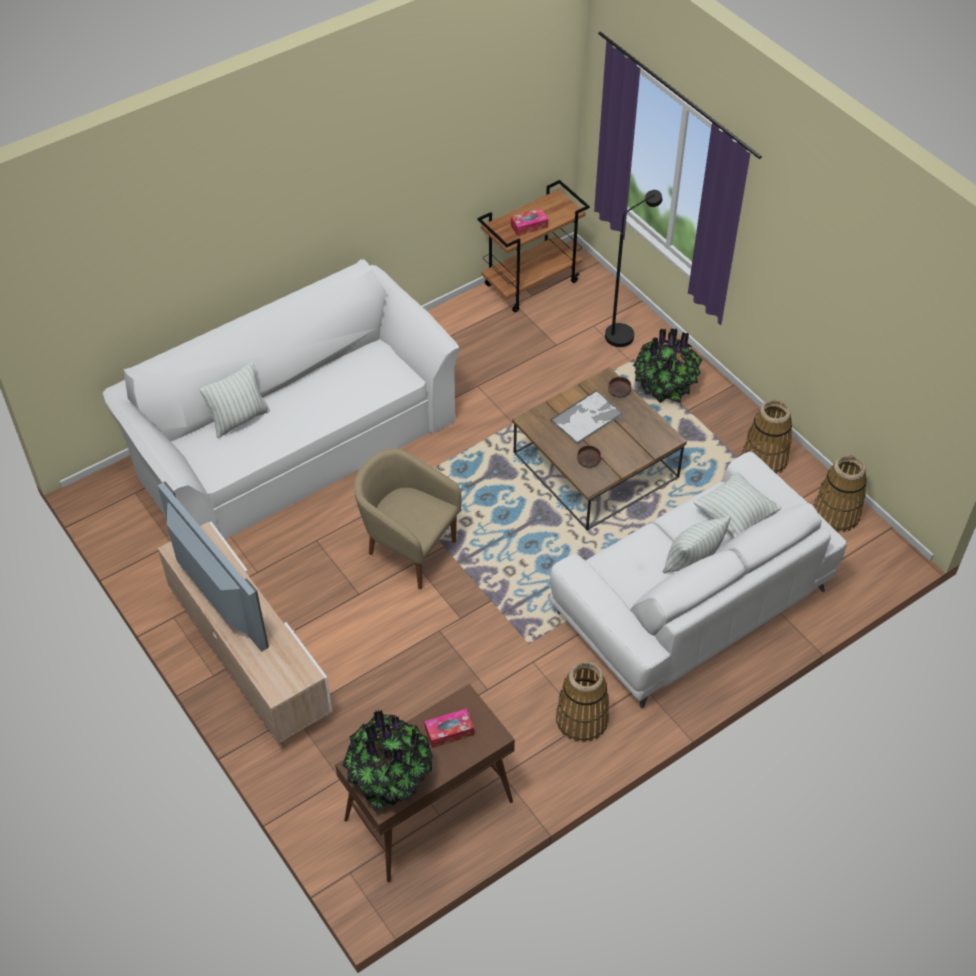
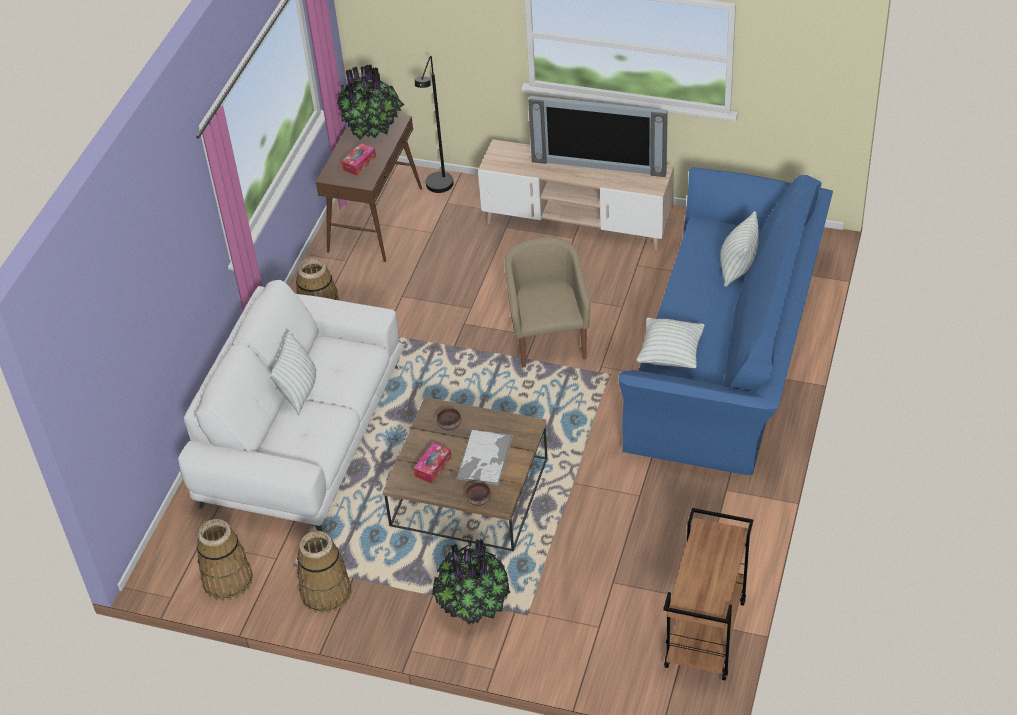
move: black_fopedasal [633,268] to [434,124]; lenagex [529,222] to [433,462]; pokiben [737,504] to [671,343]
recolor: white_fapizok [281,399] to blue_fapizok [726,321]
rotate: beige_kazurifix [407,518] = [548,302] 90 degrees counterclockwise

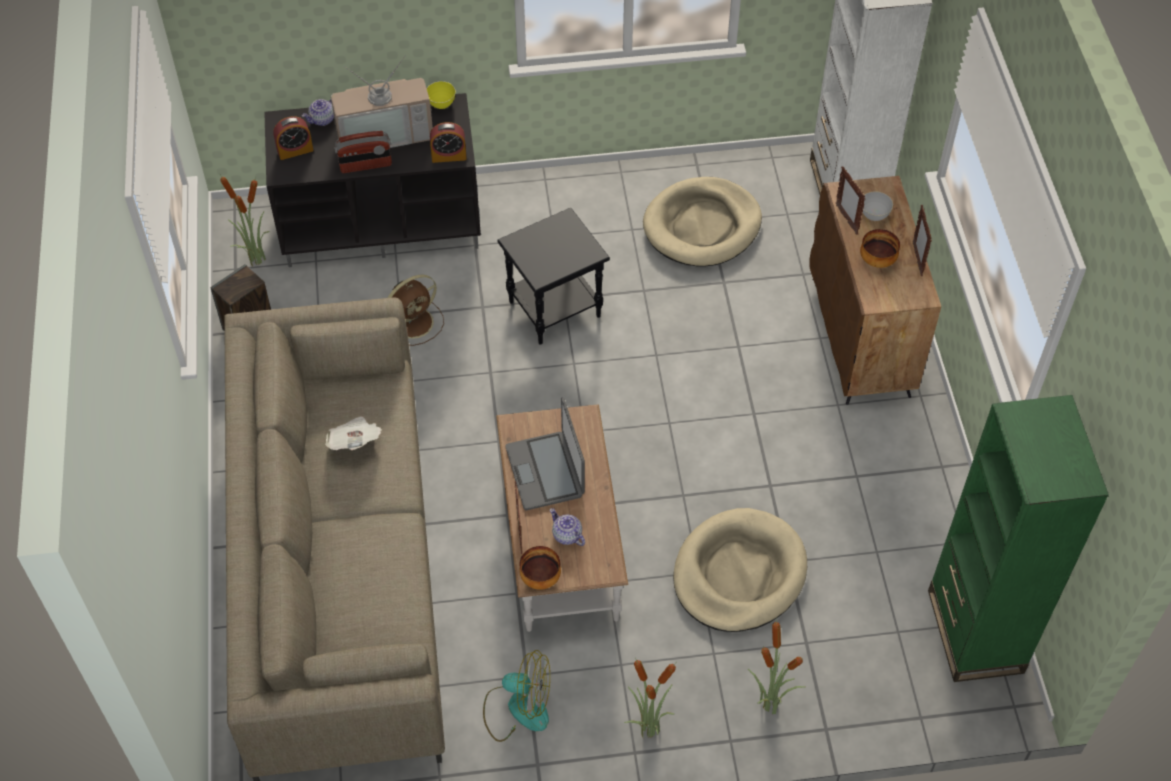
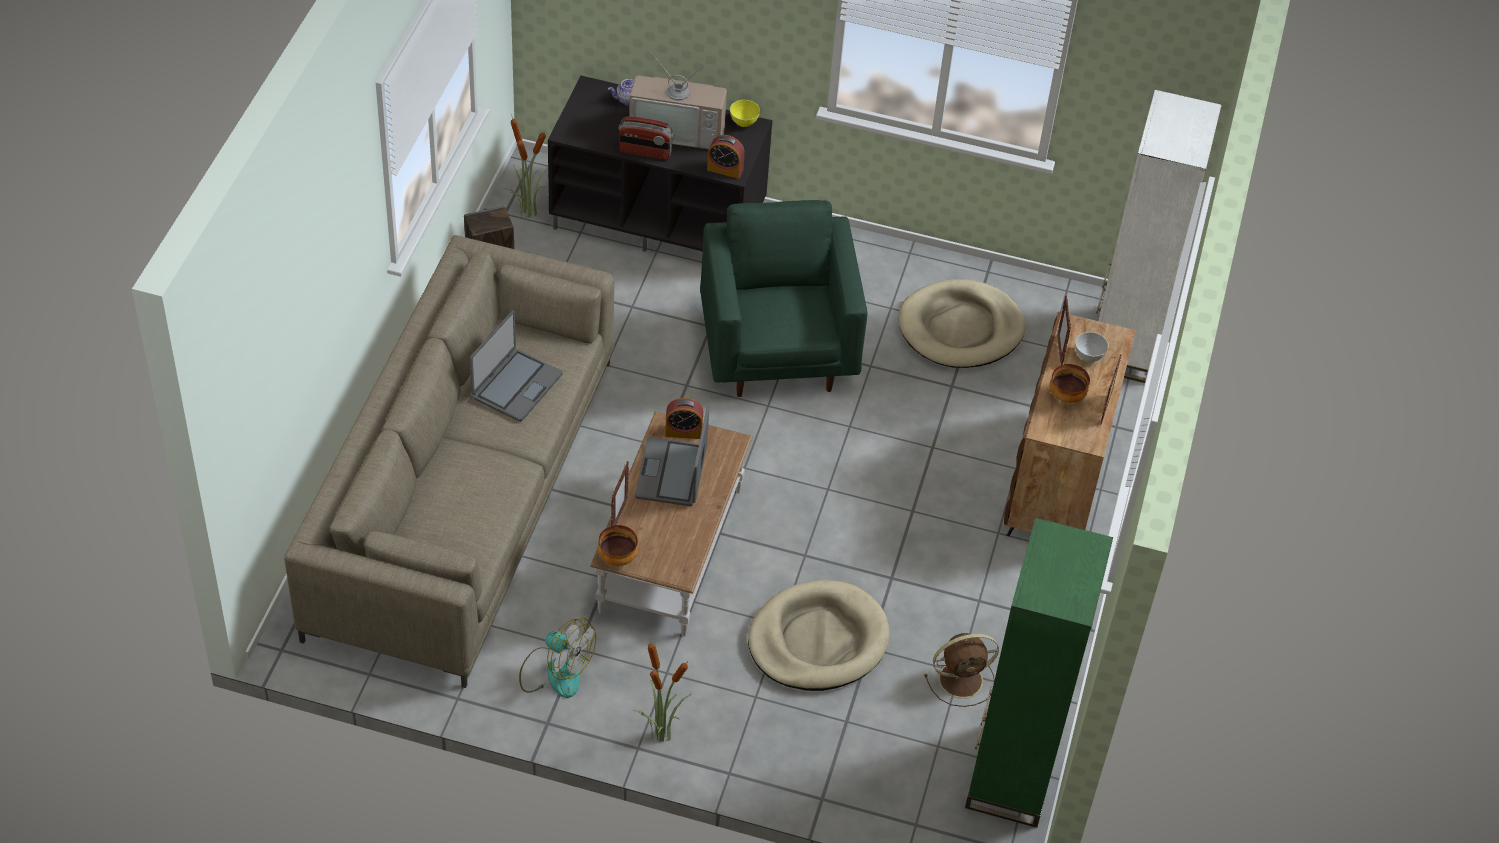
delete: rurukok [567,527]; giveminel [777,668]
move: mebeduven [293,138] to [684,418]; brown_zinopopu [416,310] to [961,670]
replace: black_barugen [553,276] to green_kazurifix [784,298]; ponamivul [353,433] to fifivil [516,366]

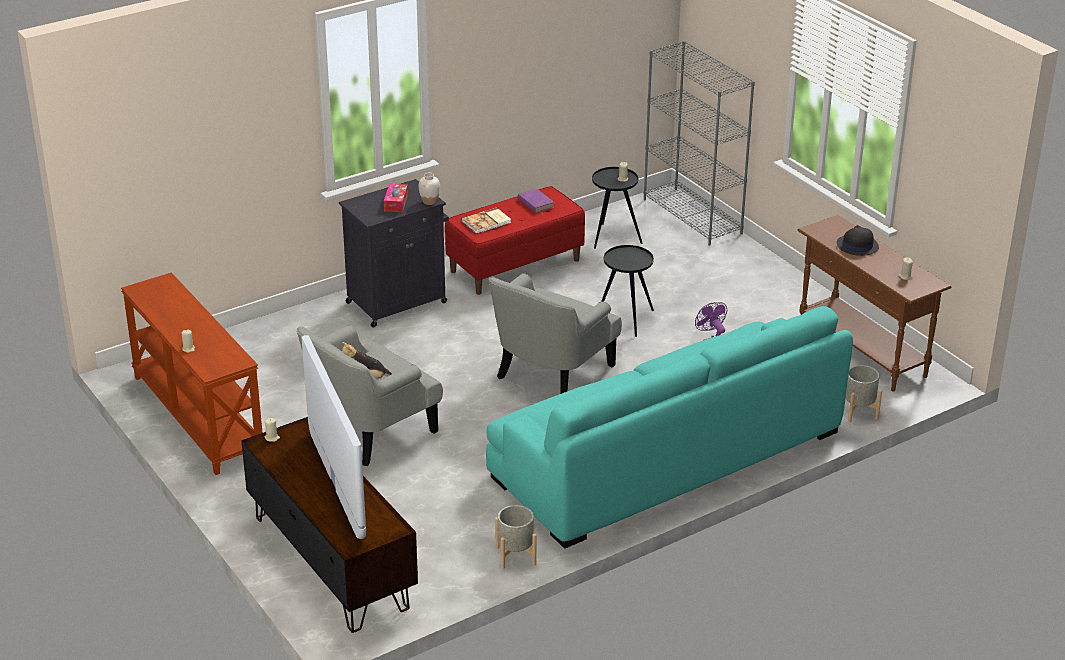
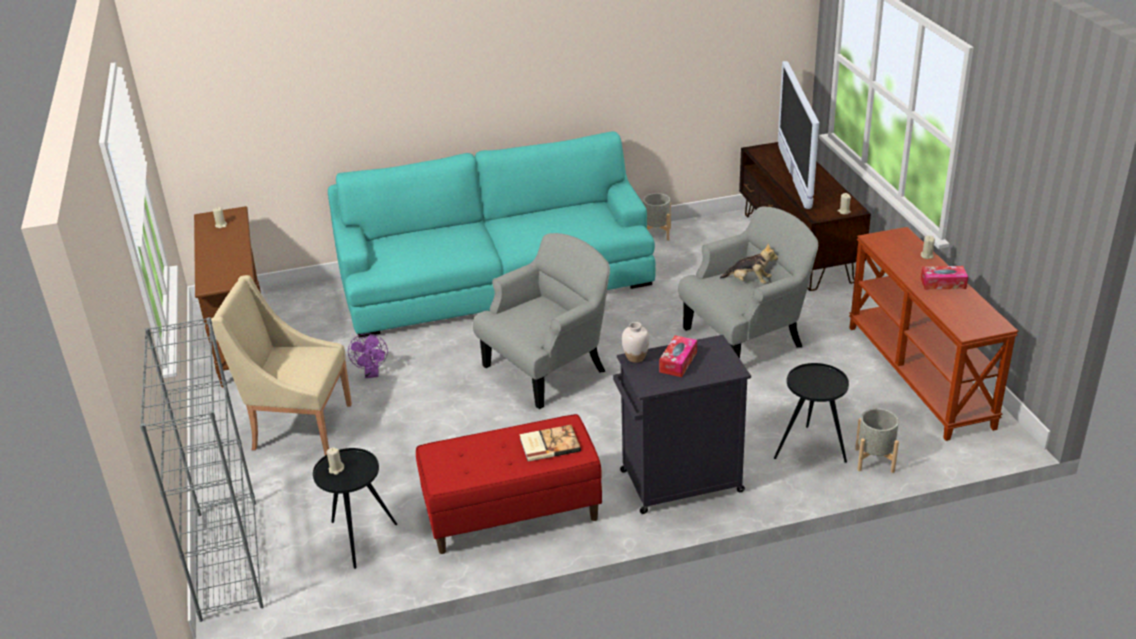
delete: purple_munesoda [536,201]; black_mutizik [858,240]
insert: lenagex [944,278]; beige_kazurifix [281,365]
move: black_barugen [628,291] to [811,413]; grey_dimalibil [864,393] to [877,440]

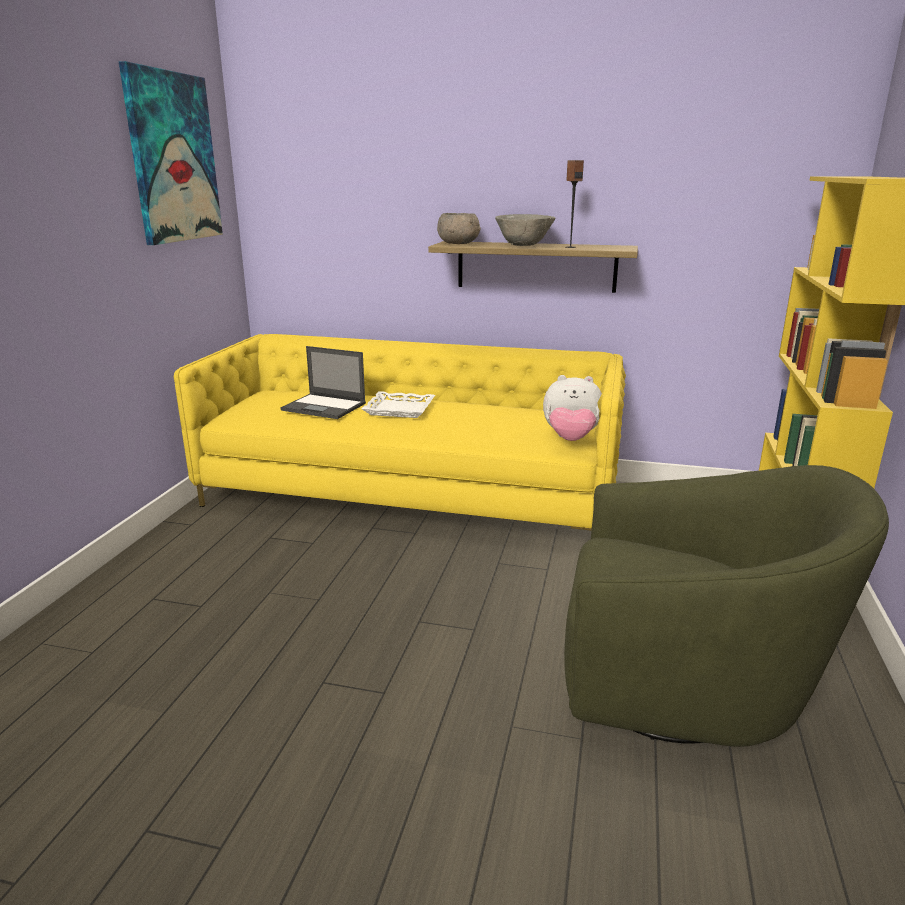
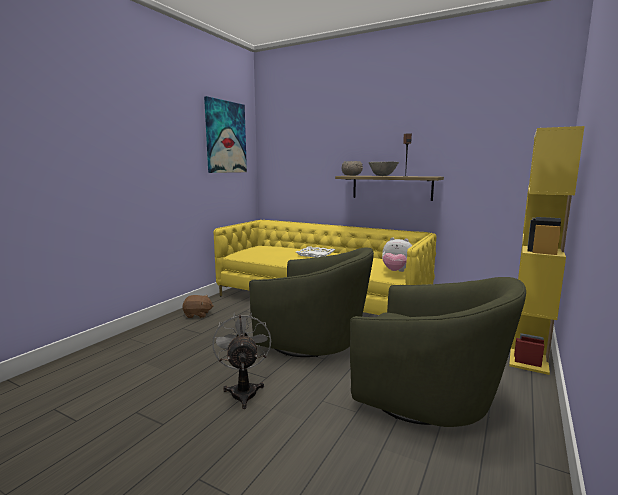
delete: fifivil [323,382]
insert: green_kazurifix [311,302]; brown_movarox [198,306]; grey_zinopopu [241,361]

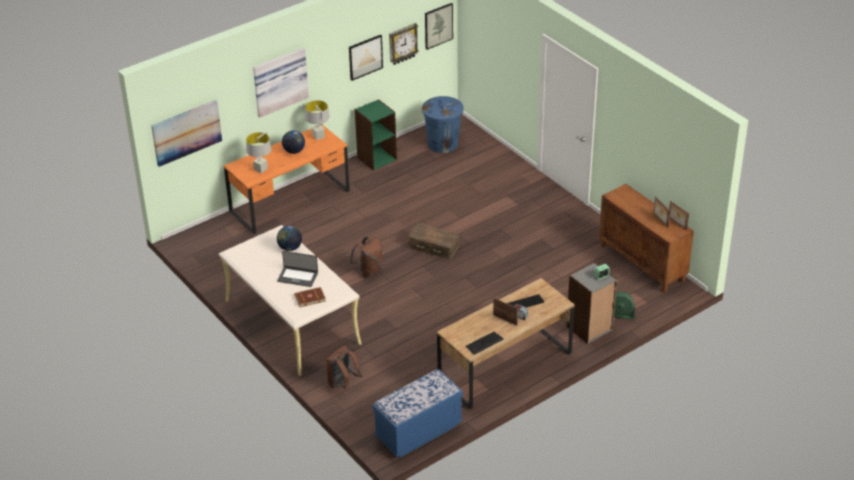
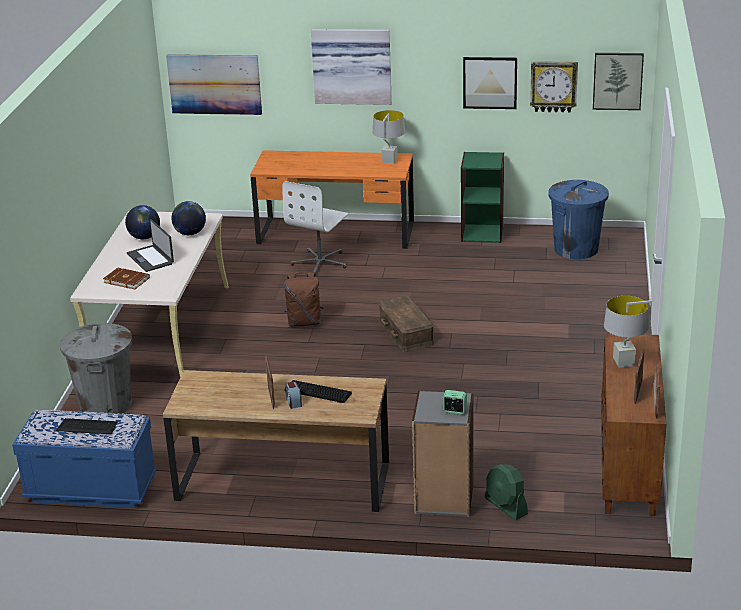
insert: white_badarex [315,227]
move: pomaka [293,142] to [142,222]; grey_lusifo [258,152] to [628,332]; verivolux [484,343] to [87,426]
replace: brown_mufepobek [344,367] to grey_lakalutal [96,368]

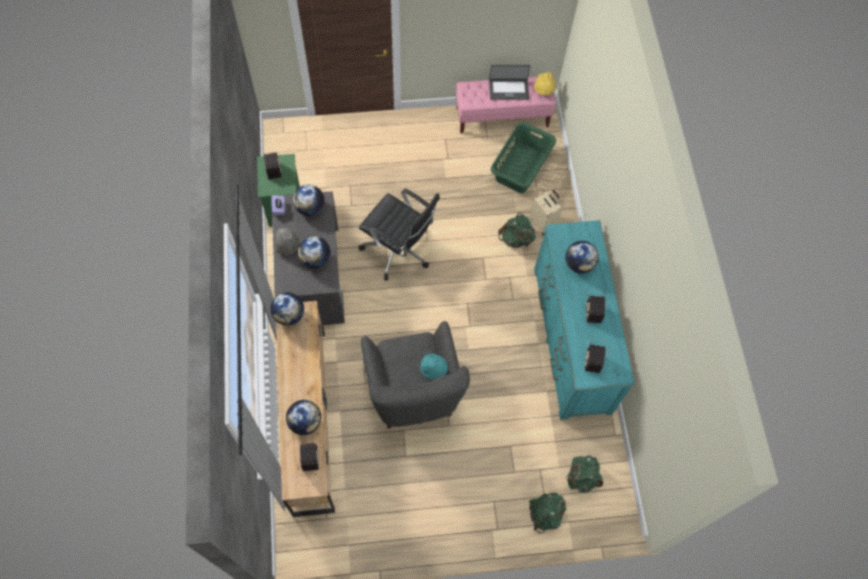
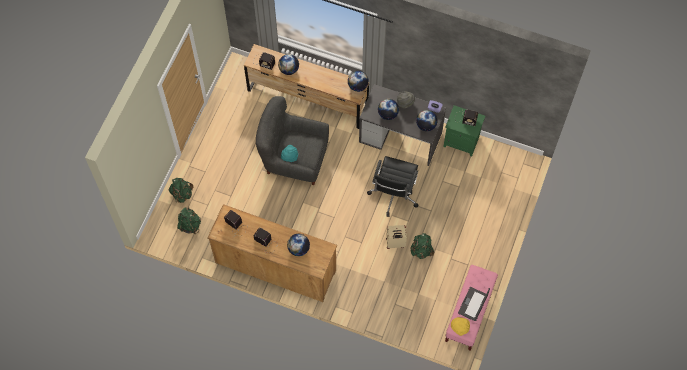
delete: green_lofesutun [523,157]
move: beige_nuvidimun [546,212] to [396,237]; green_mufepobek [517,230] to [422,246]
recolor: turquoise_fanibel [584,320] to brown_fanibel [272,253]
rotate: black_badarex [399,234] = [393,186] 45 degrees counterclockwise

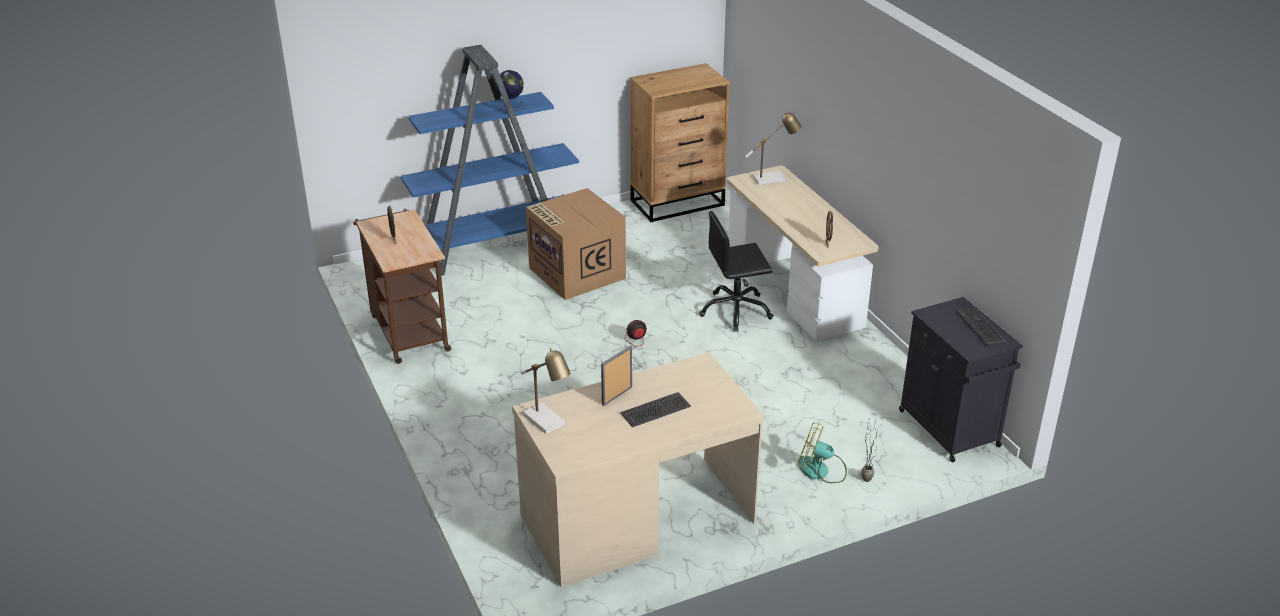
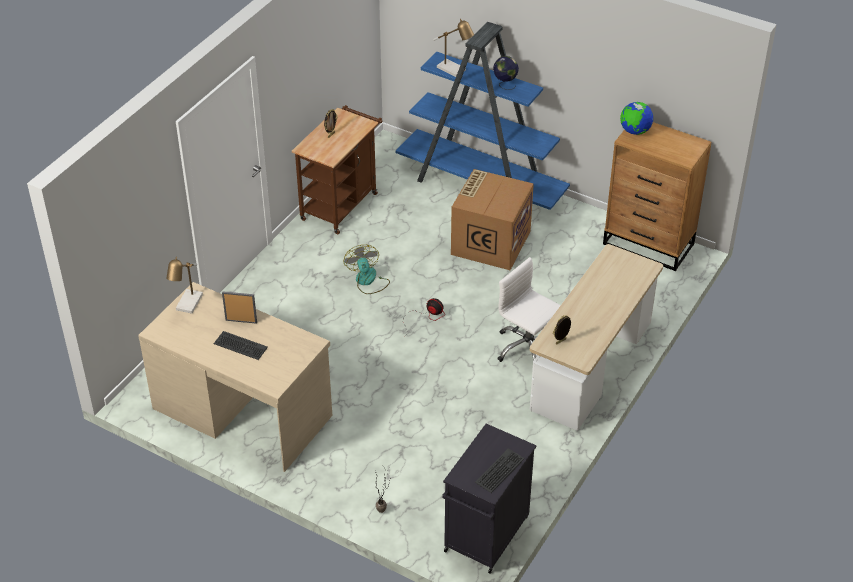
insert: pomaka [636,118]
move: lusifo [773,148] to [453,48]; zinopopu [822,453] to [366,269]
recolor: black_badarex [736,271] to white_badarex [529,309]

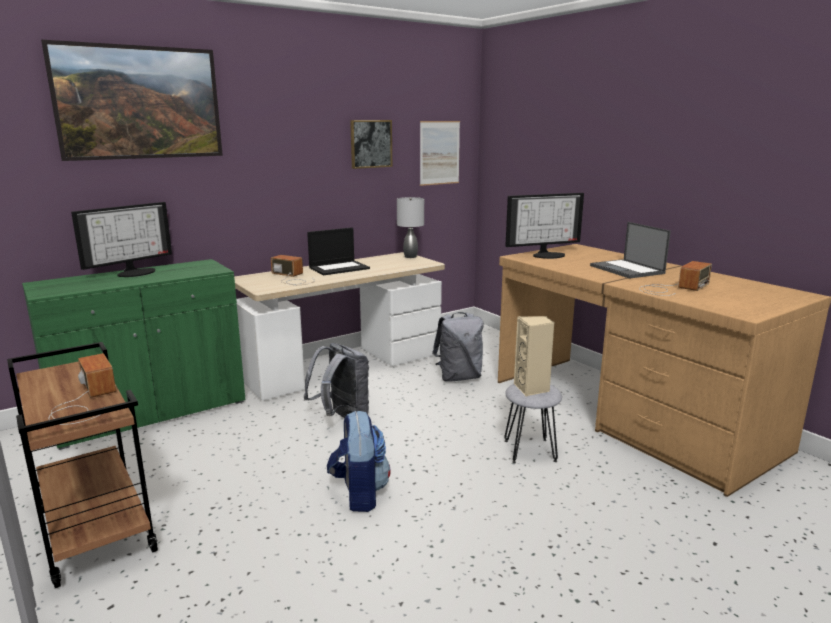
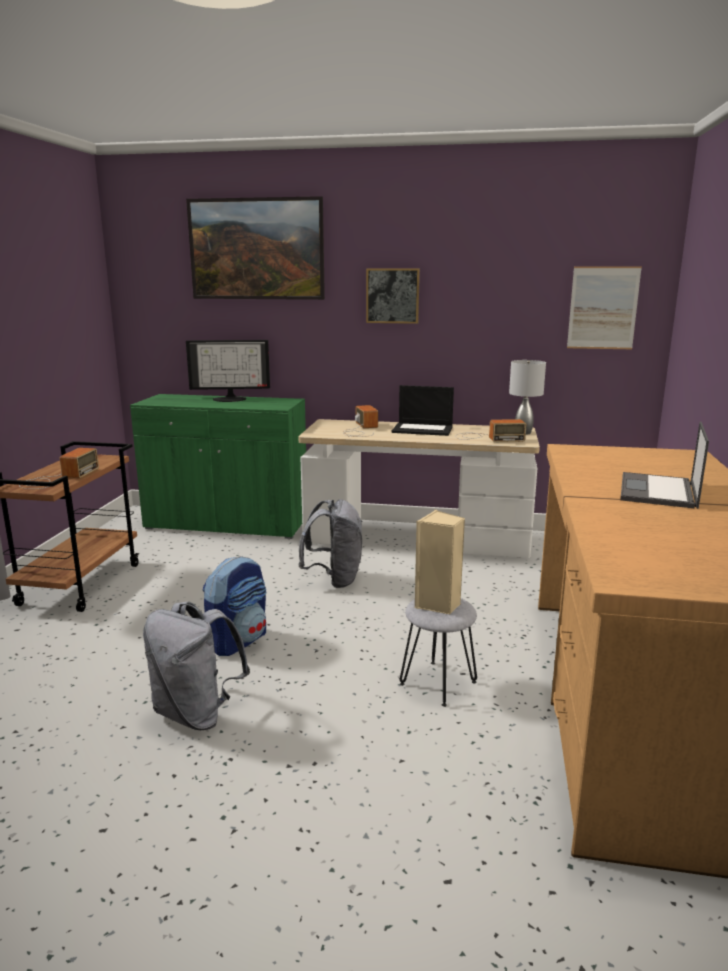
delete: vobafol [545,226]
move: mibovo [371,144] to [393,296]; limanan [675,278] to [490,430]; grey_mufepobek [457,347] to [196,665]

